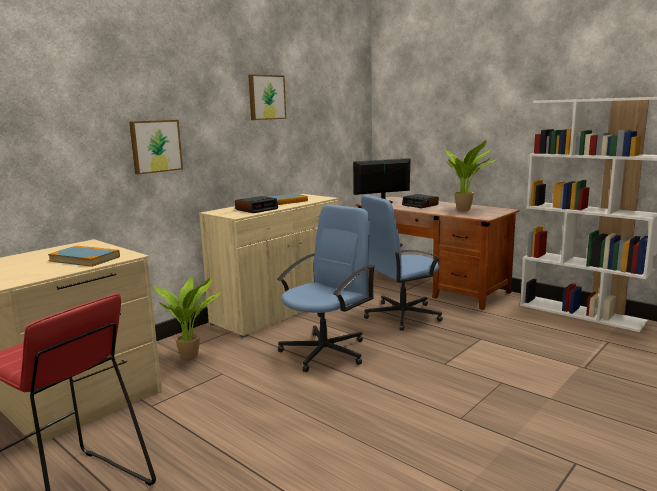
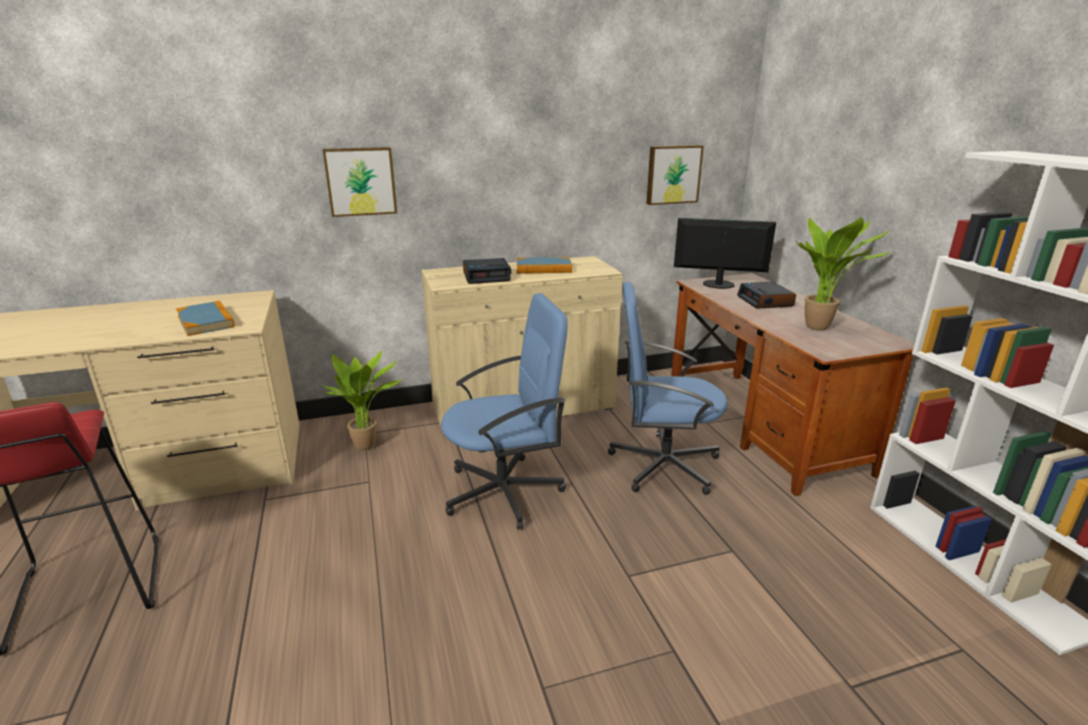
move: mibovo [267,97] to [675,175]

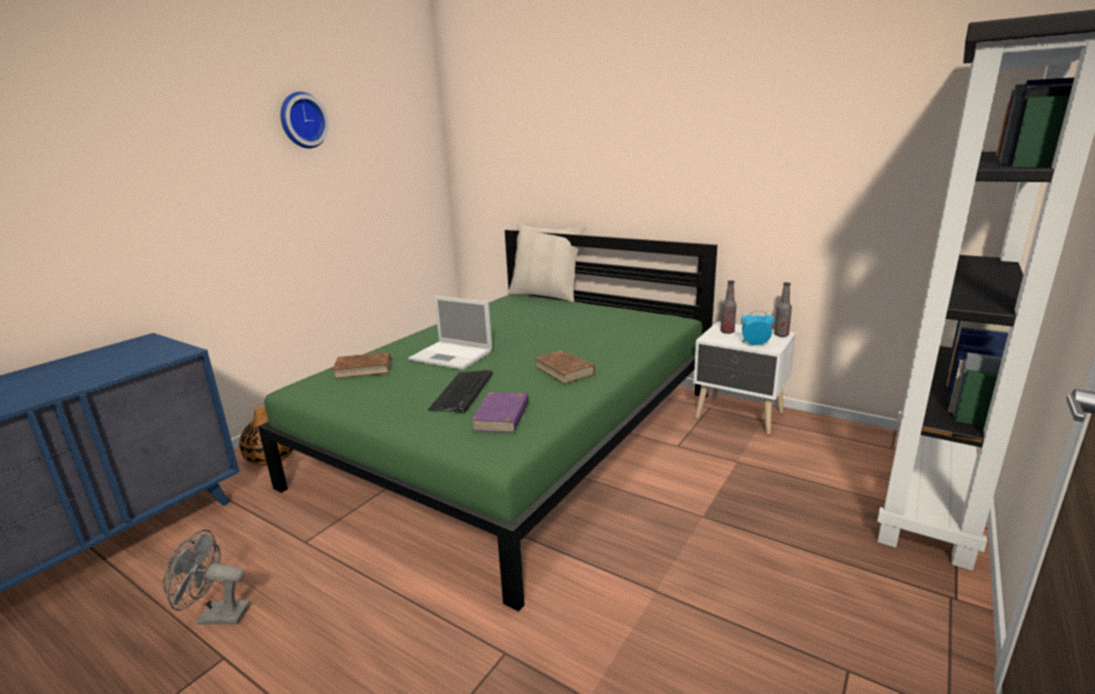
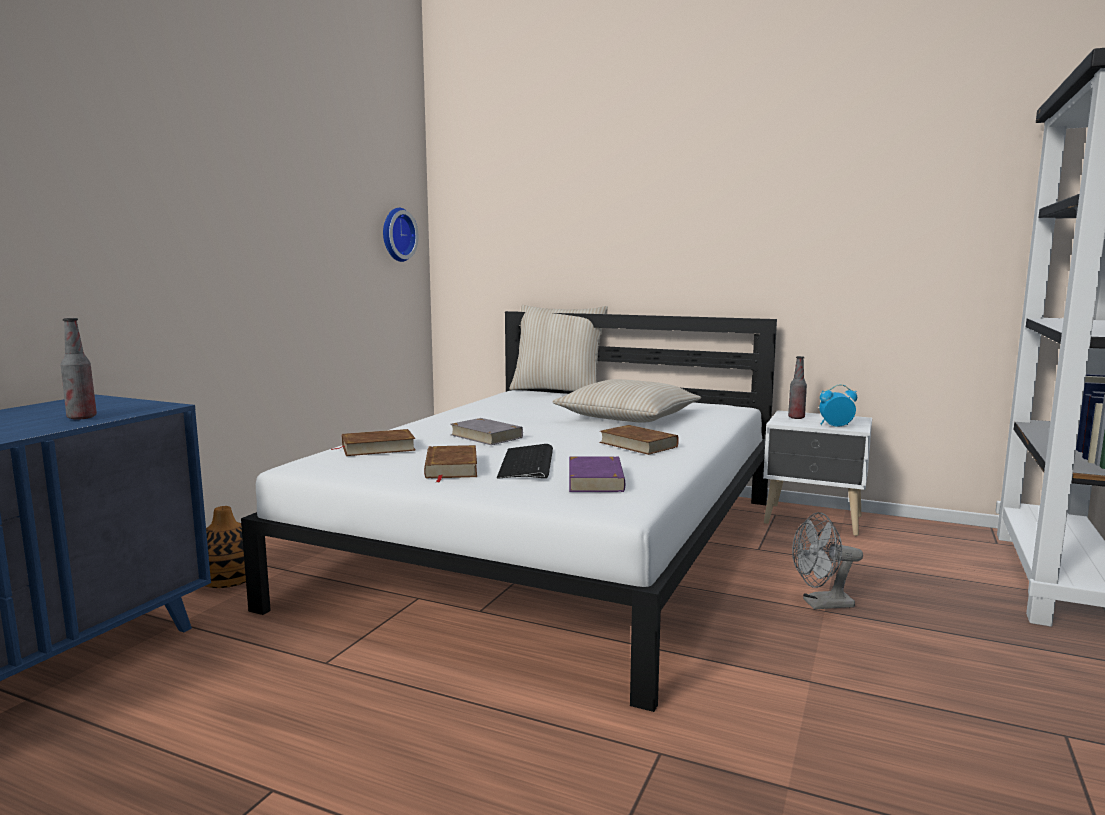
insert: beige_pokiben [626,401]; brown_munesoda [450,463]
move: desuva [304,120] to [400,235]; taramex [783,309] to [79,369]; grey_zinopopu [206,577] to [827,561]
replace: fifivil [450,333] to grey_munesoda [486,431]
recolor: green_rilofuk [487,420] to white_rilofuk [509,511]

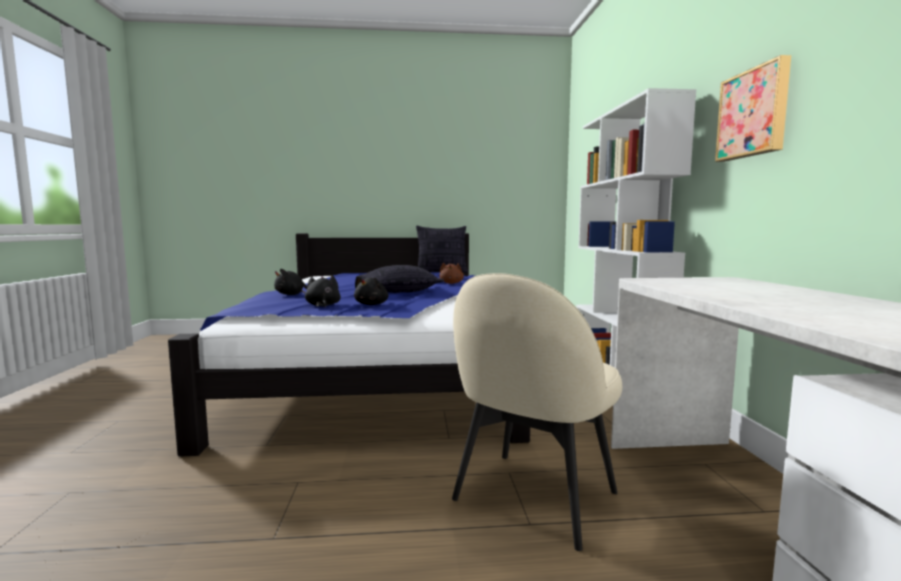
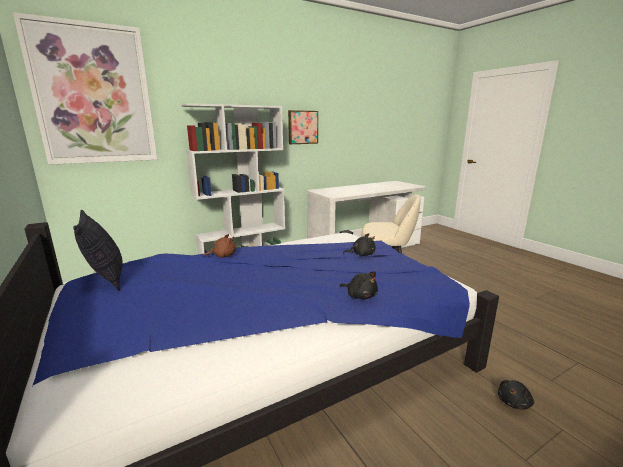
delete: pokiben [401,279]
insert: mibovo [85,88]
move: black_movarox [323,291] to [516,395]

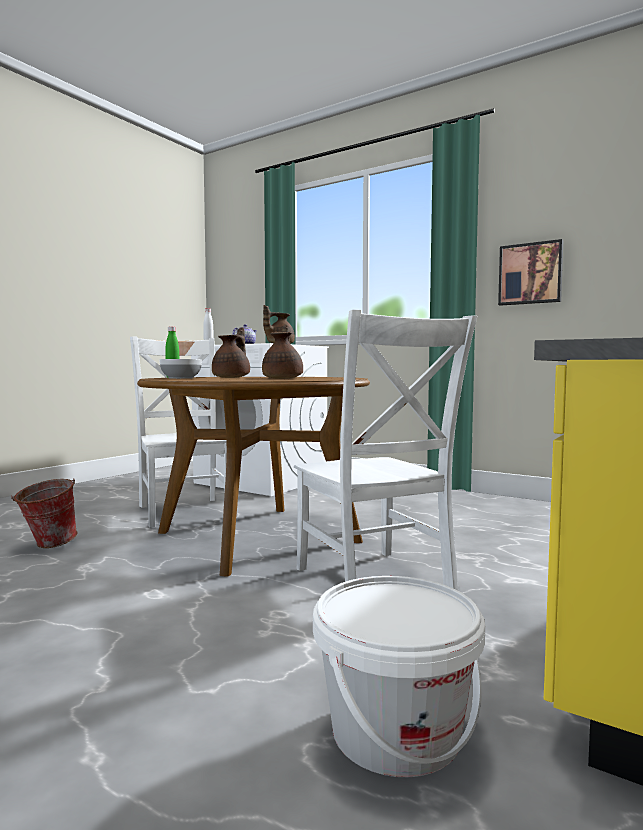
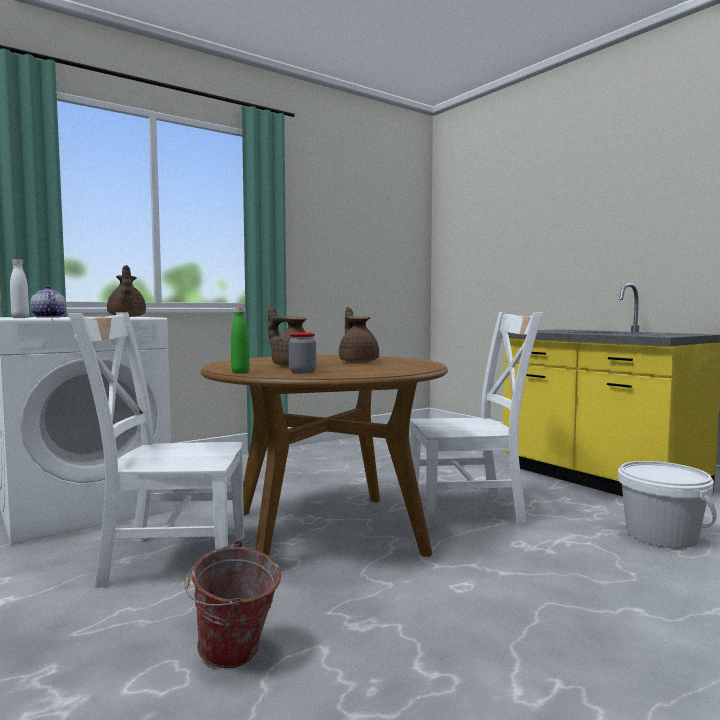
delete: mibovo [530,272]
replace: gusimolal [180,369] to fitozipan [302,352]
rotate: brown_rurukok [282,351] = [359,335] 45 degrees clockwise

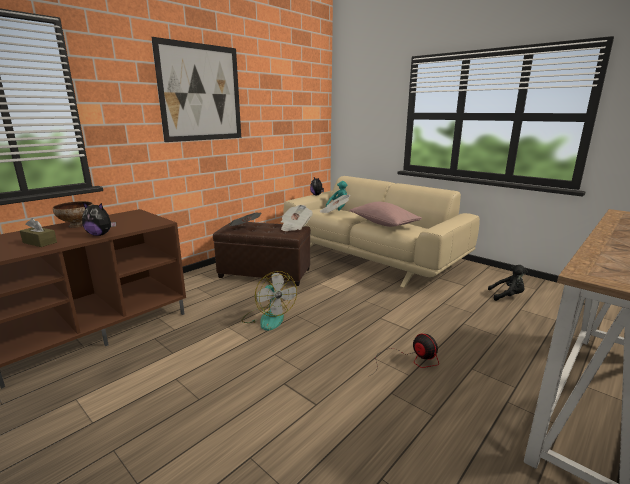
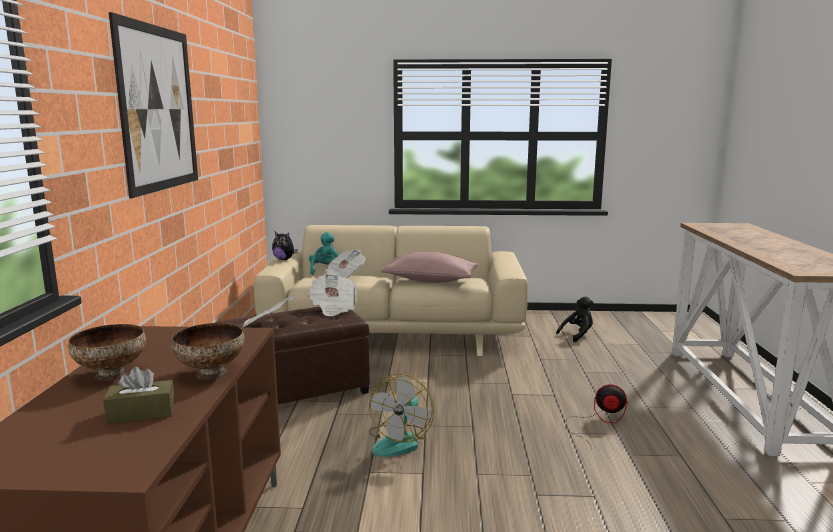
replace: movarox [99,219] to gusimolal [207,351]
rotate: zinopopu [269,301] = [401,415] 90 degrees clockwise

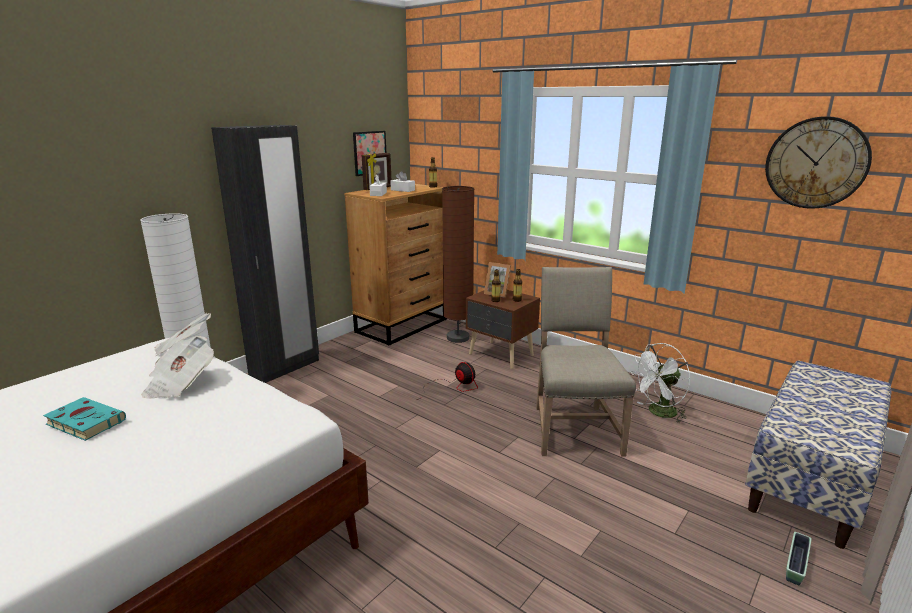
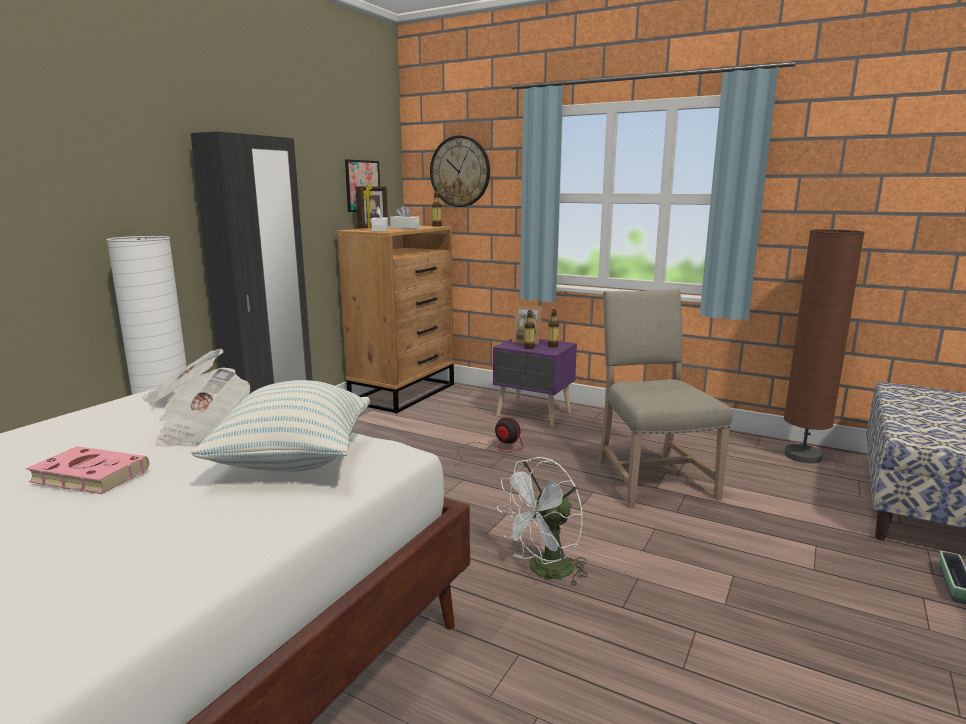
insert: pokiben [280,426]
move: desuva [818,162] to [460,171]; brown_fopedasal [458,264] to [824,346]; white_zinopopu [660,383] to [542,521]
recolor: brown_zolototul [503,329] to purple_zolototul [535,383]; turquoise_munesoda [84,419] to pink_munesoda [87,470]

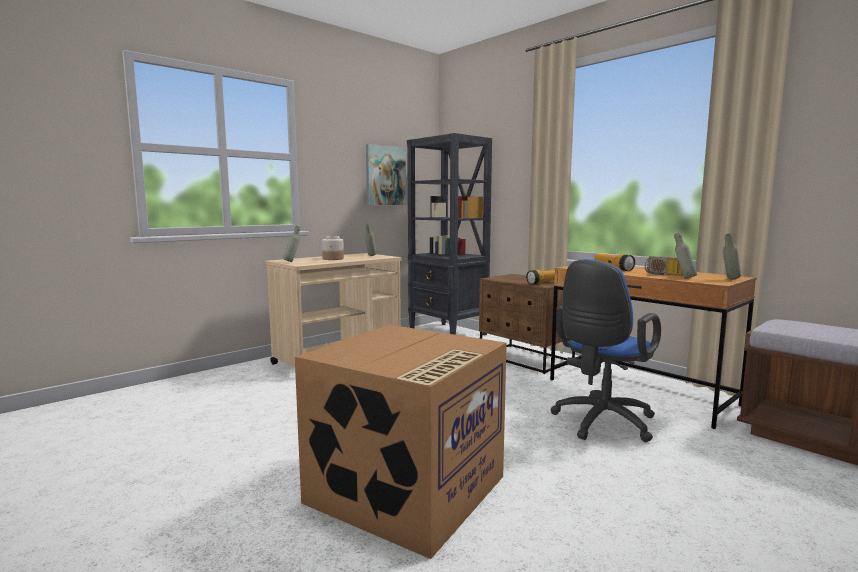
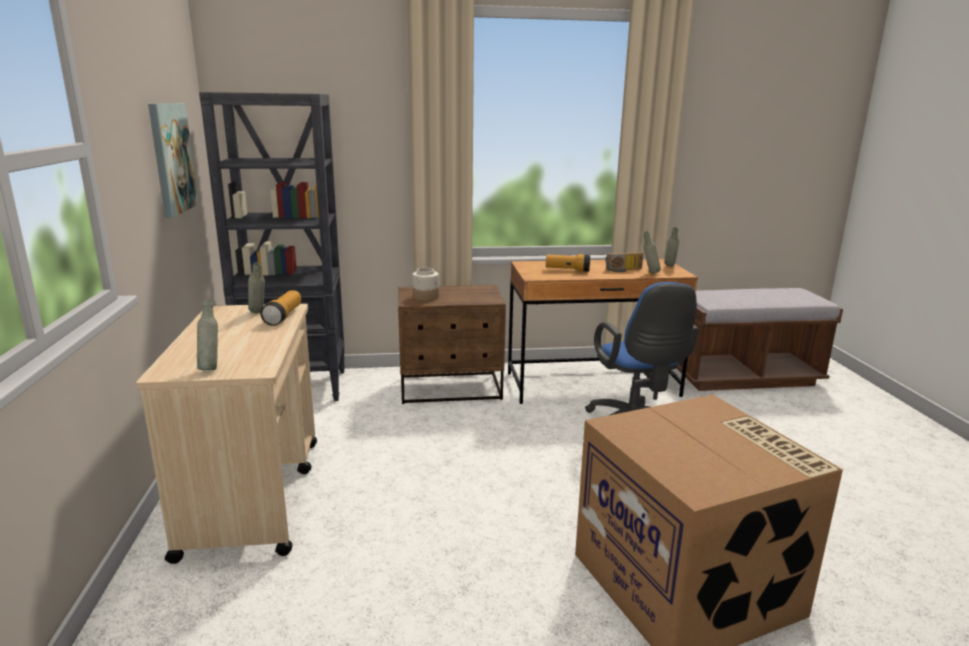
move: fitozipan [333,248] to [425,284]; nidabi [540,277] to [280,308]

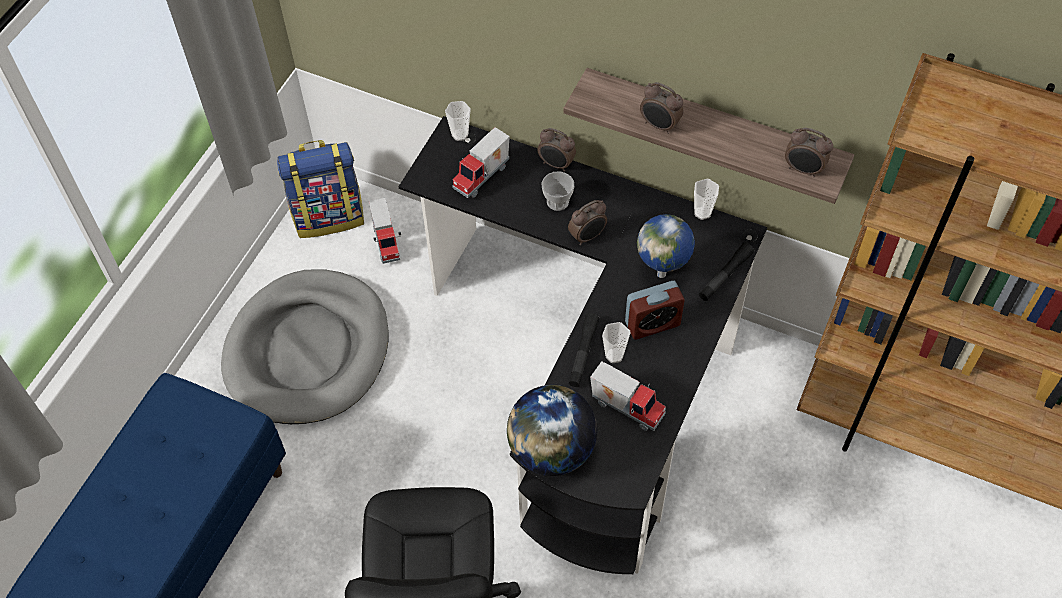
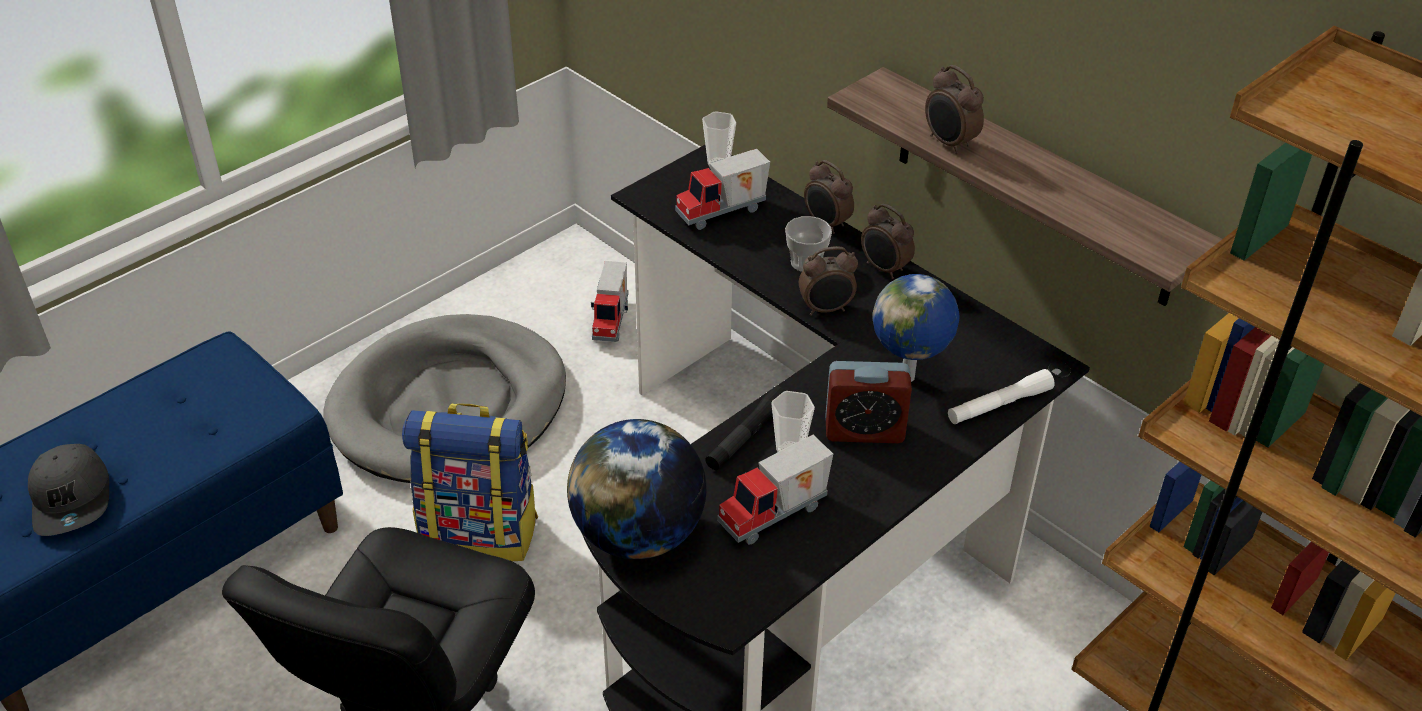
delete: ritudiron [706,199]
insert: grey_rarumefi [68,490]
move: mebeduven [809,153] to [888,241]; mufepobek [320,189] to [470,482]
recolor: black_nidabi [726,272] to white_nidabi [1001,396]
rotate: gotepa [628,396] = [775,489] 90 degrees clockwise

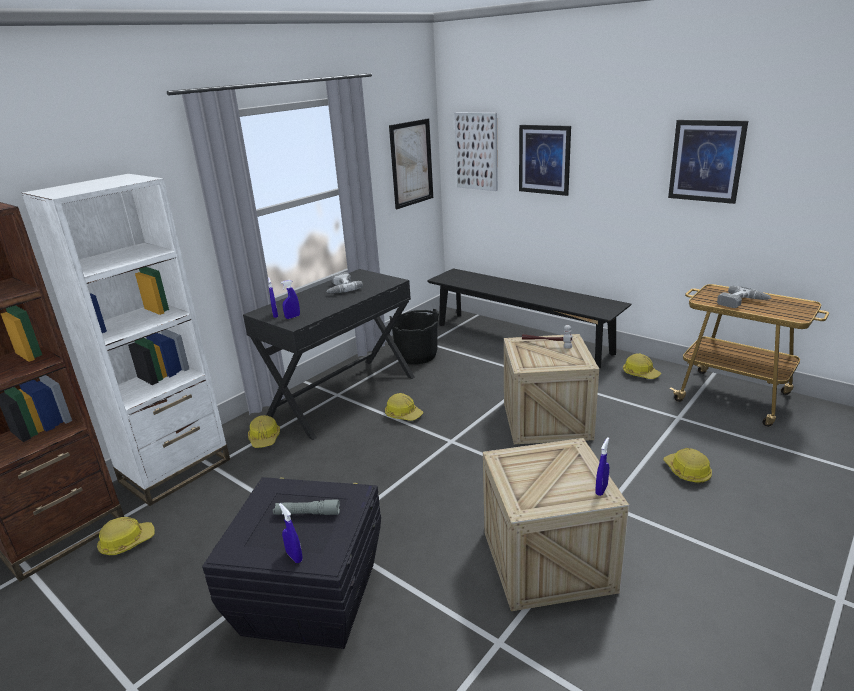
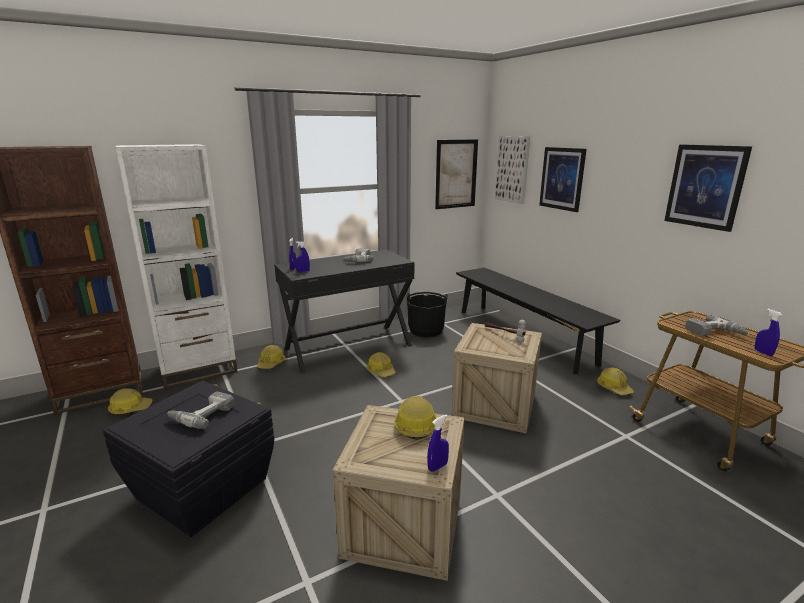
move: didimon [688,466] to [415,418]; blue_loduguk [291,533] to [768,332]
replace: grey_nidabi [306,507] to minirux [200,410]

